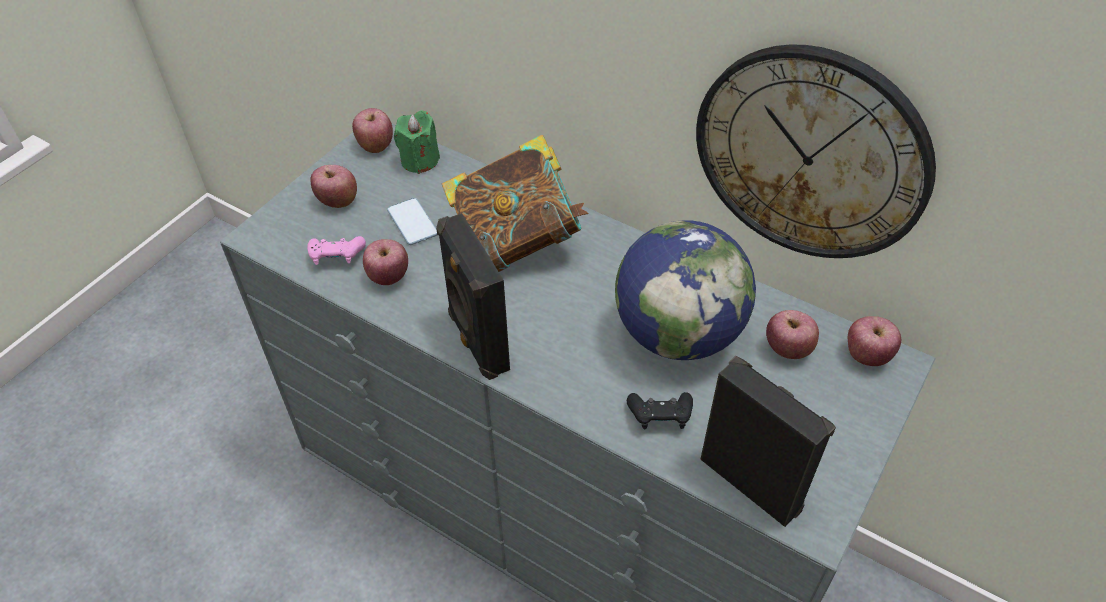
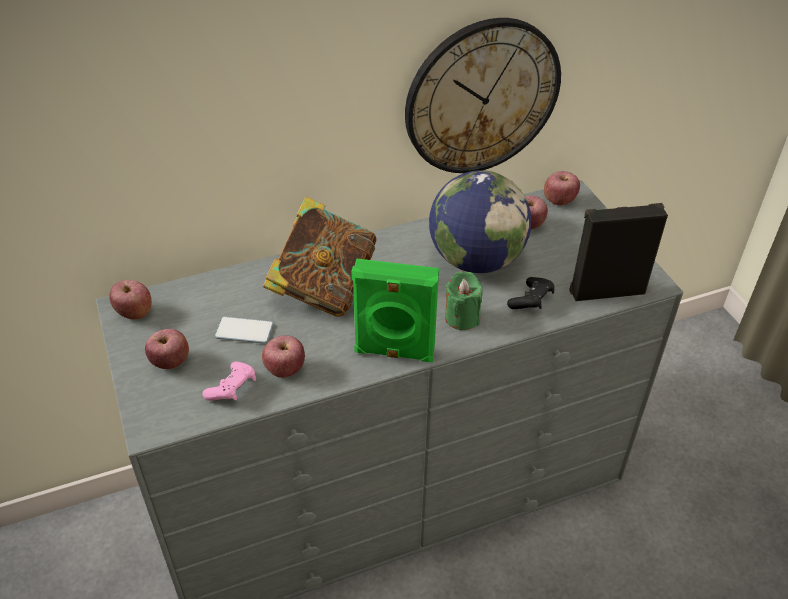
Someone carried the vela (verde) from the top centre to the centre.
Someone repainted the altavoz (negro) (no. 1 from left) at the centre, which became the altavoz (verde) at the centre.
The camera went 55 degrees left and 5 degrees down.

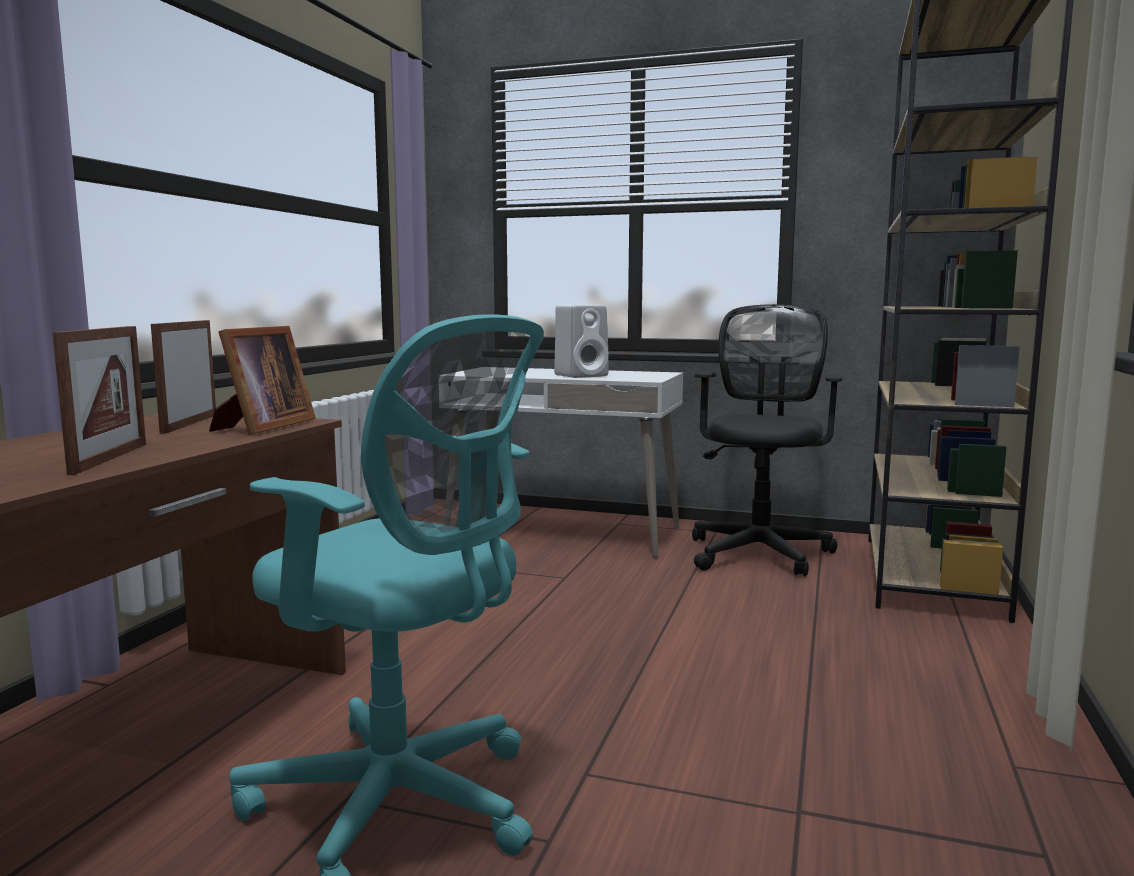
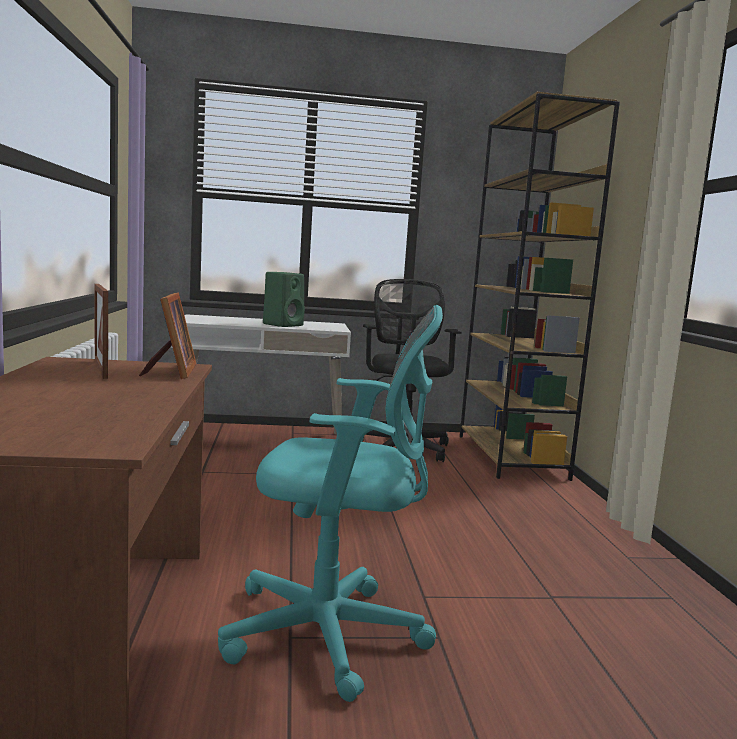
Someone took away the portarretratos (no. 1 from left) at the middle left.
Someone repainted the altavoz (blanco) at the centre, which became the altavoz (verde) at the centre.
The camera went 25 degrees left and 0 degrees up.

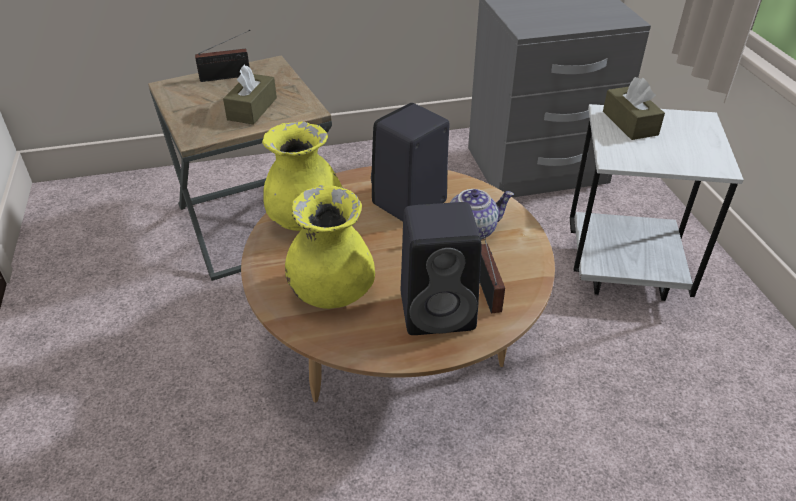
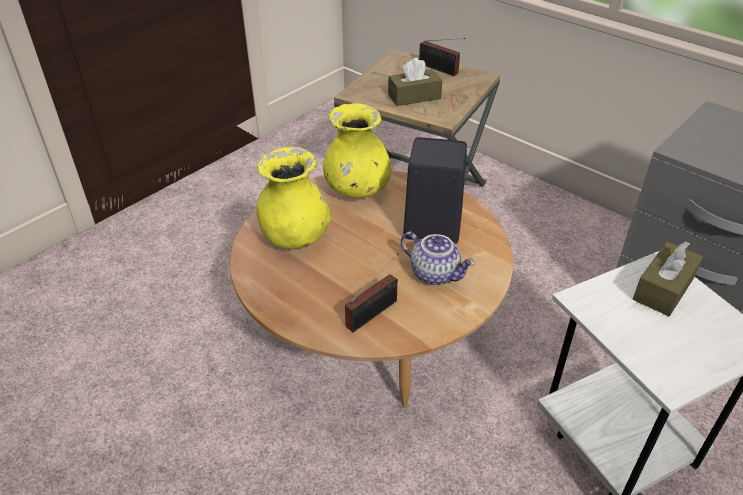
Someone took away the altavoz (negro) (no. 2 from left) at the centre.
The camera went 55 degrees right and 0 degrees up.

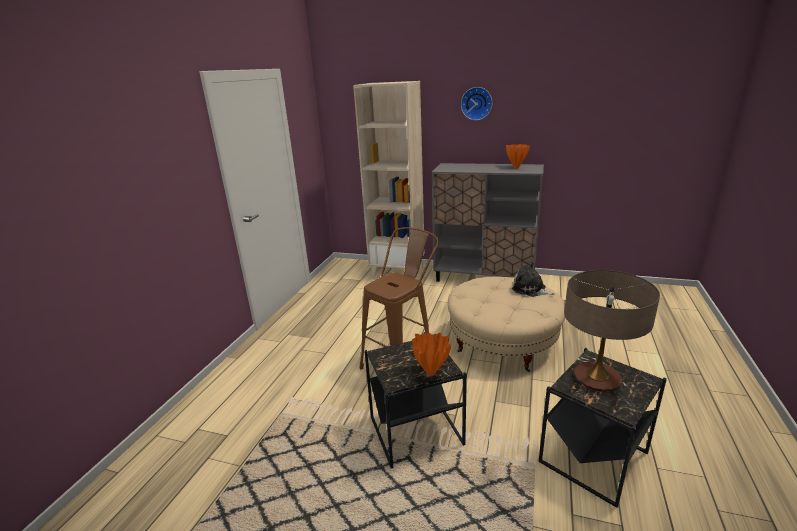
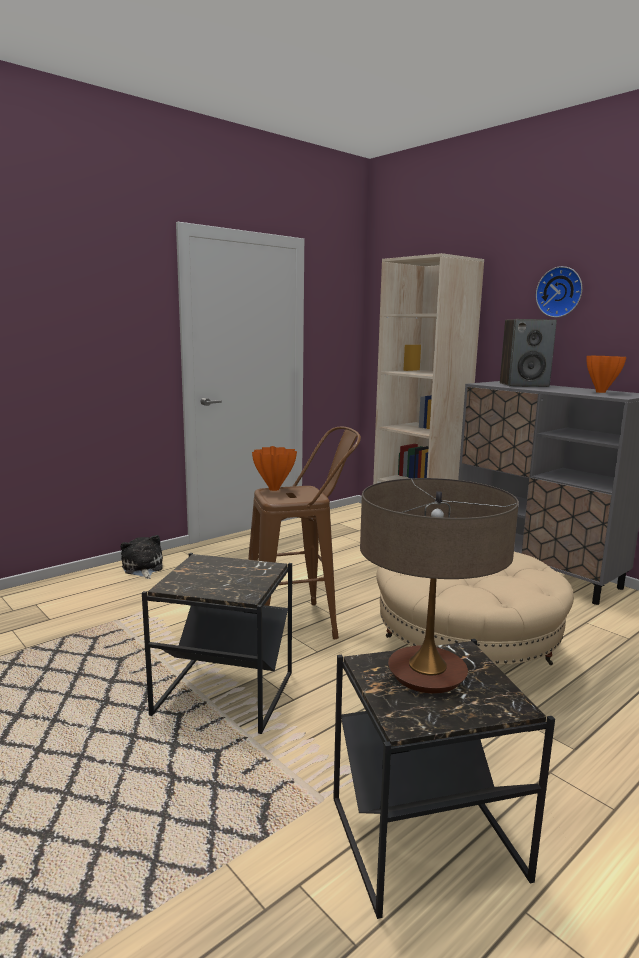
Someone carried the florero (naranja) (no. 1 from left) from the bottom centre to the centre.
Someone carried the peluche from the middle right to the middle left.
Someone put down the altavoz at the middle right.
The camera went 30 degrees right and 10 degrees down.

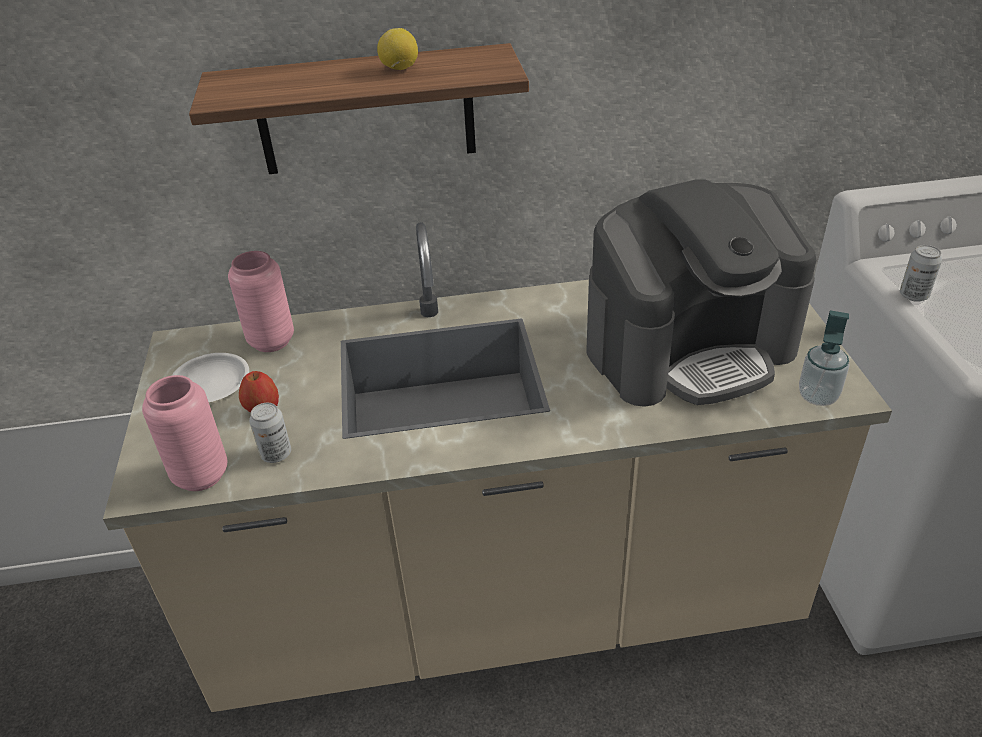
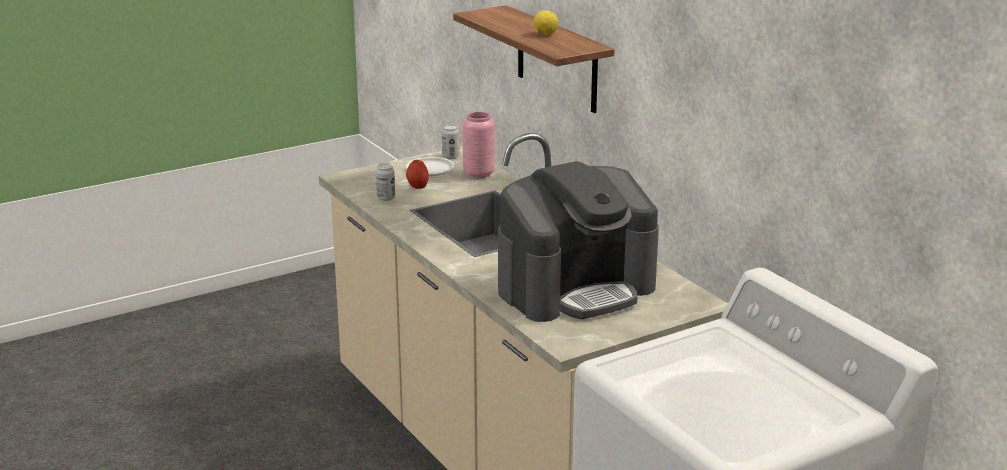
Someone took away the florero (rosa) (no. 1 from left) at the middle left.
Someone rotated the cafetera at the middle right by 75 degrees counterclockwise.
Someone took away the dispensador de jabón at the middle right.
Someone carried the lata (no. 2 from left) from the middle right to the top centre.
The camera went 65 degrees right and 15 degrees down.

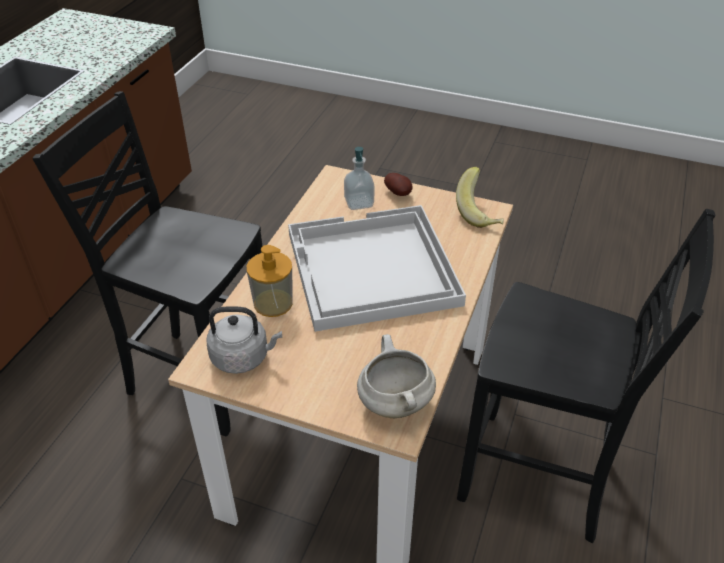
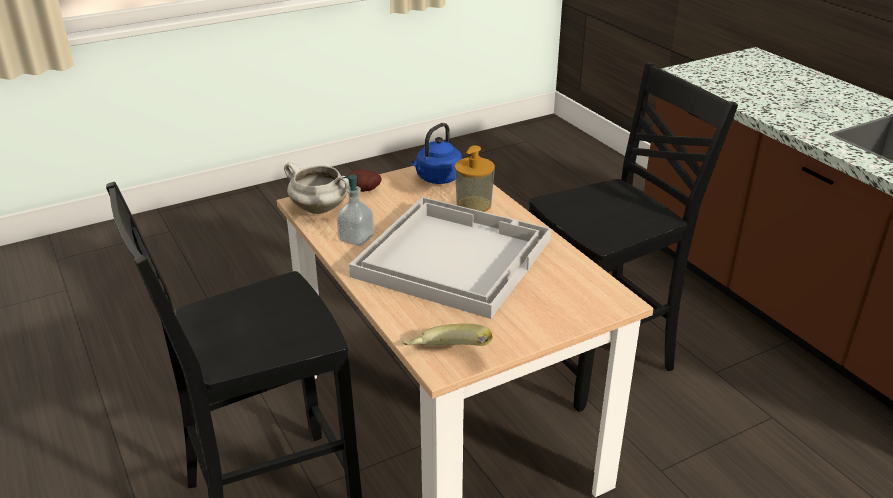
Someone repainted the hervidor (gris) at the centre, which became the hervidor (azul) at the top centre.
Someone carried the dispensador de jabón (no. 2 from left in the first image) from the top centre to the centre.
Someone carried the patata from the top centre to the centre.
The camera went 130 degrees right and 10 degrees down.

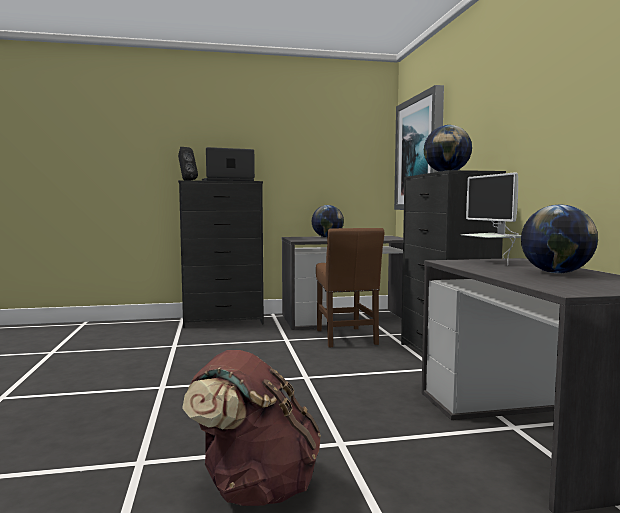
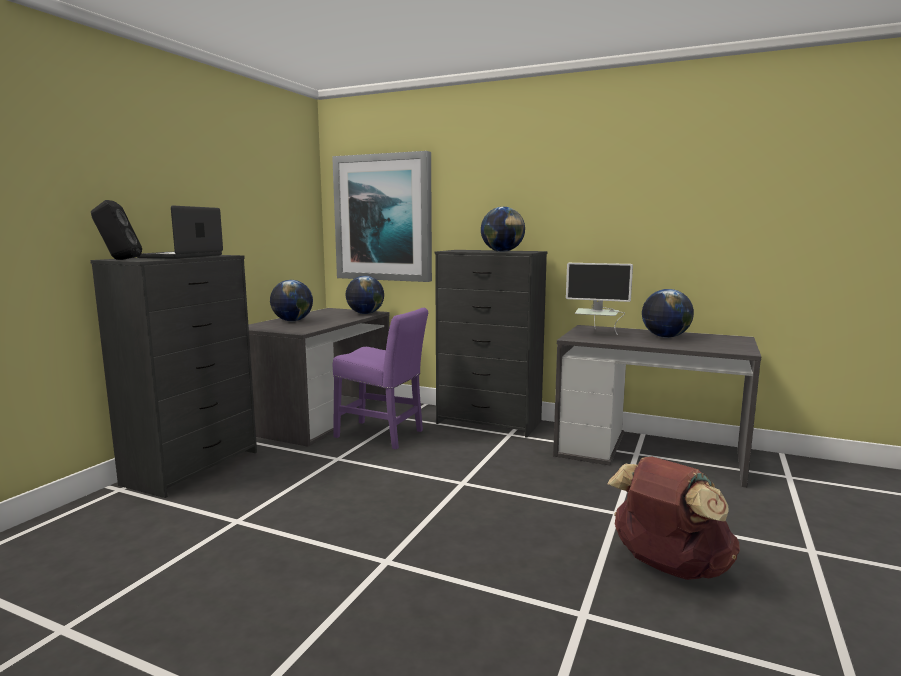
Someone repainted the silla (marrón) at the centre, which became the silla (morado) at the centre.
Someone put down the globo terráqueo (no. 2 from left) at the centre.
The camera went 55 degrees left and 5 degrees up.

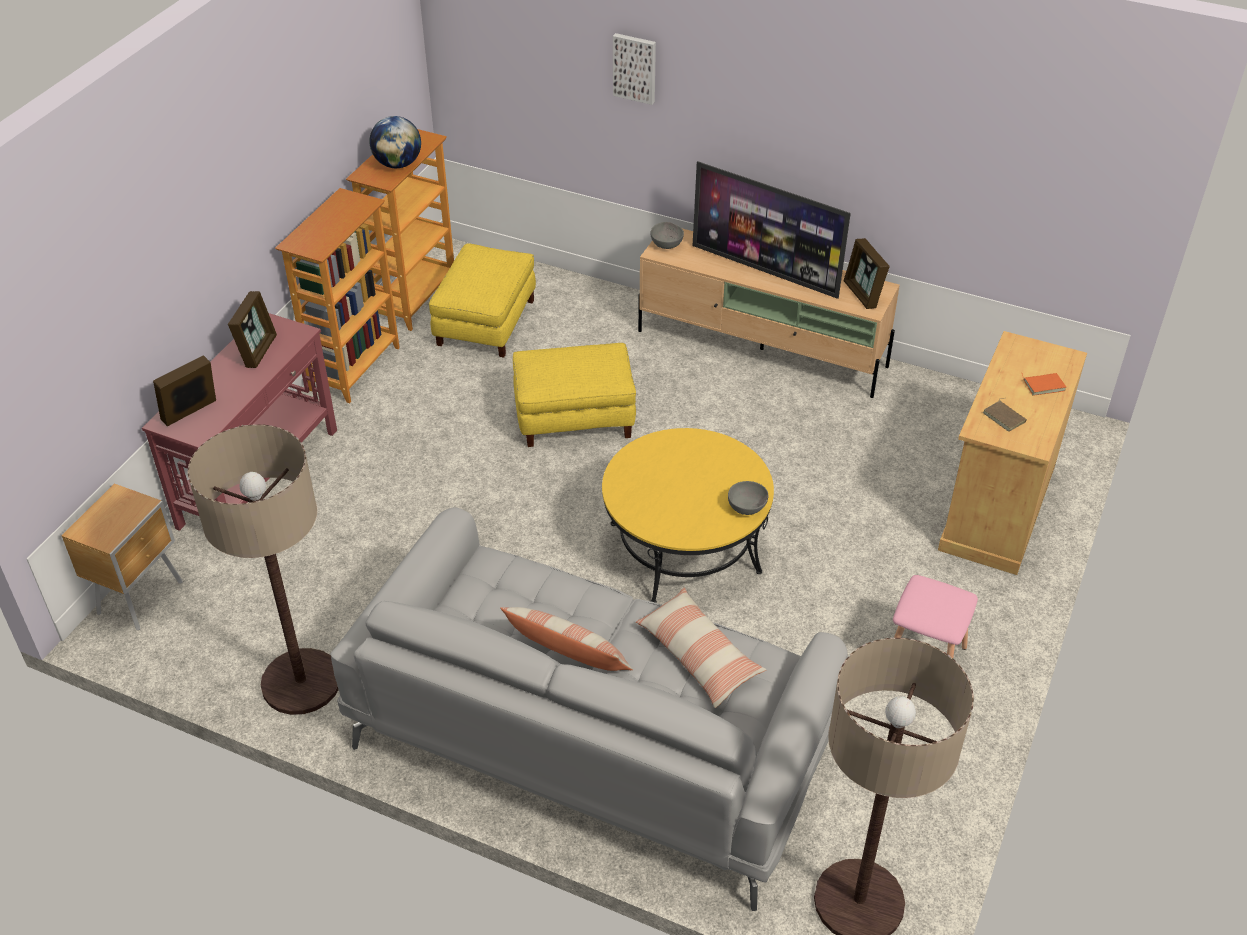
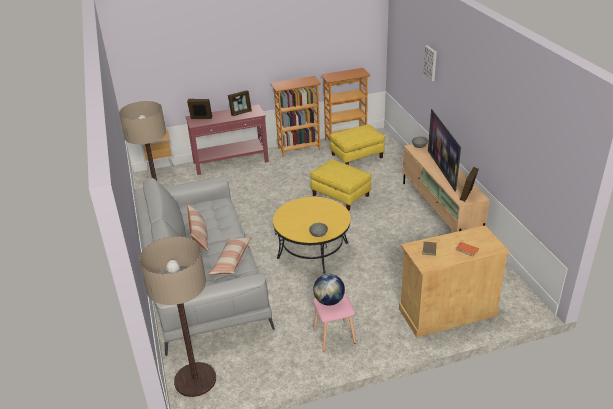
Someone carried the globo terráqueo from the top left to the bottom centre.
The camera went 50 degrees right and 10 degrees down.

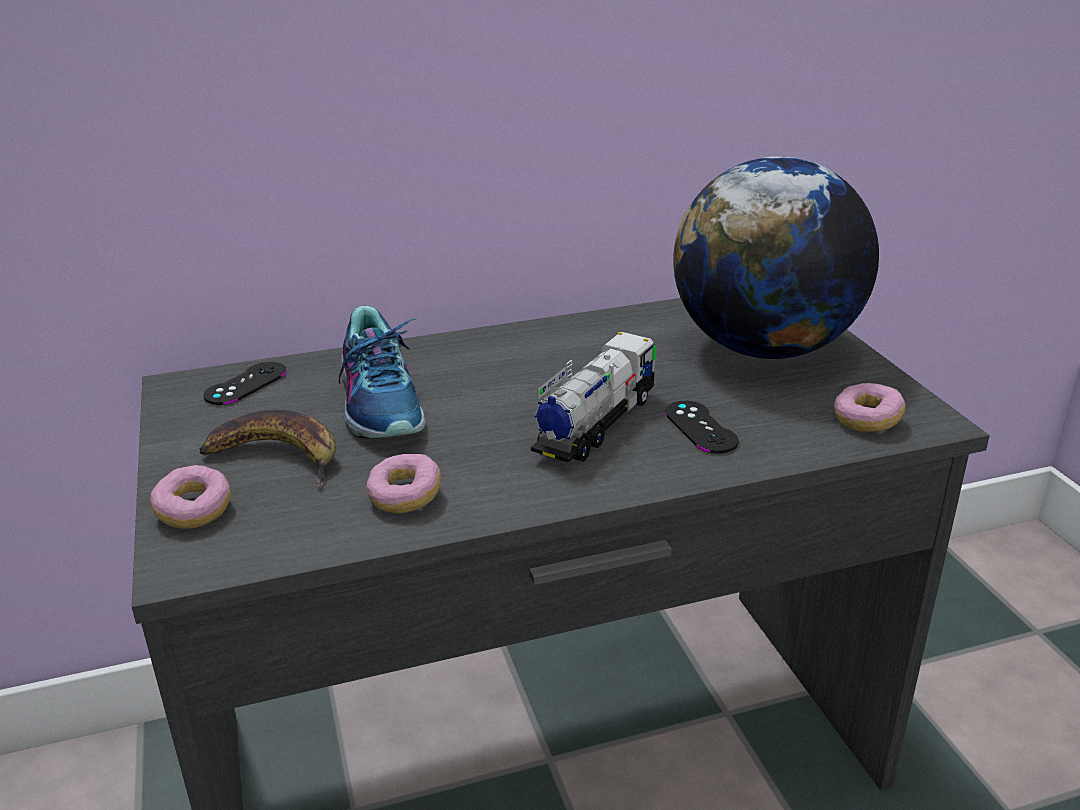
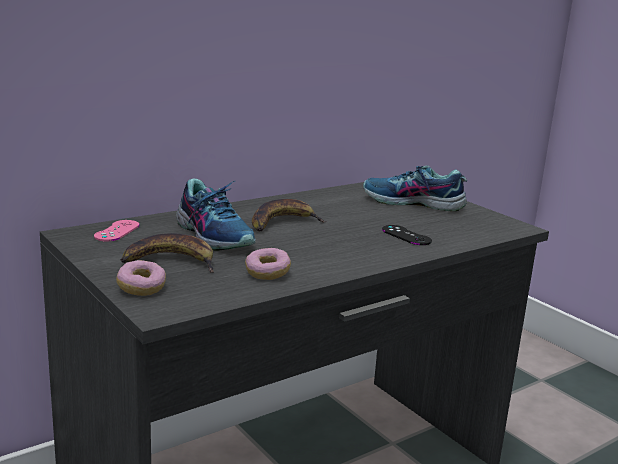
Someone repainted the mando de consola (negro) (no. 1 from left) at the middle left, which became the mando de consola (rosa) at the middle left.
Someone took away the camión de juguete at the centre.
Someone swapped the globo terráqueo at the top right for the zapato (no. 2 from left) at the middle right.
Someone took away the rosquilla (no. 3 from left) at the middle right.
Someone put down the plátano (no. 2 from left) at the centre.
The camera went 20 degrees left and 10 degrees down.

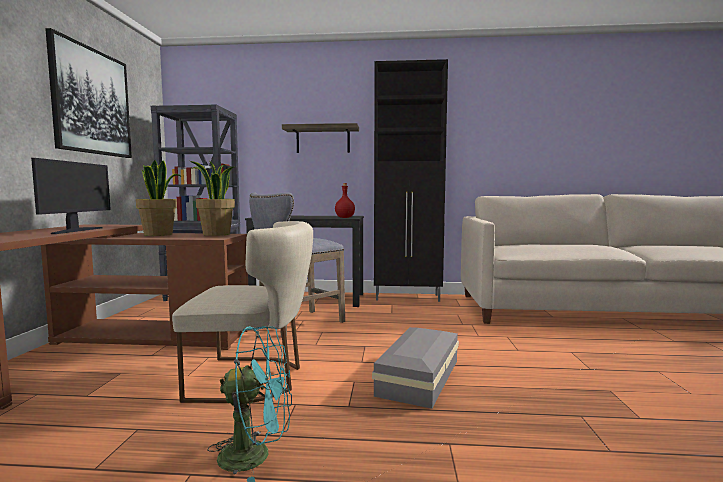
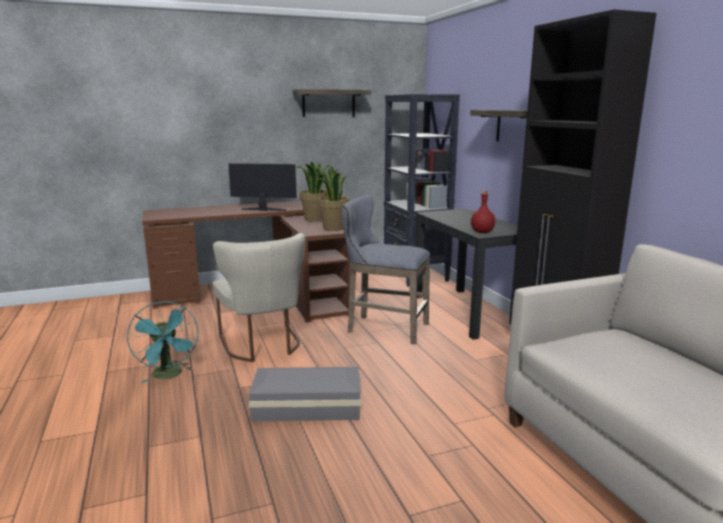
Someone rotated the monitor at the middle left by 150 degrees counterclockwise.
Someone swapped the cuadro at the top left for the estante (no. 1 from left) at the top centre.
The camera went 65 degrees right and 10 degrees up.

